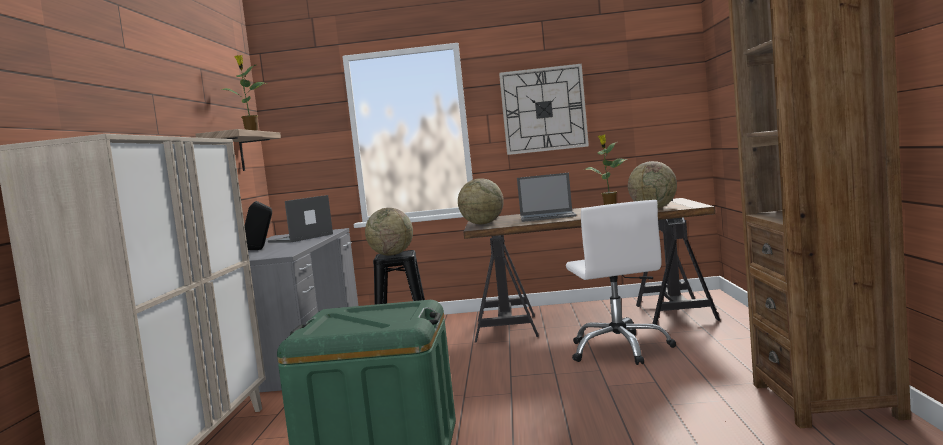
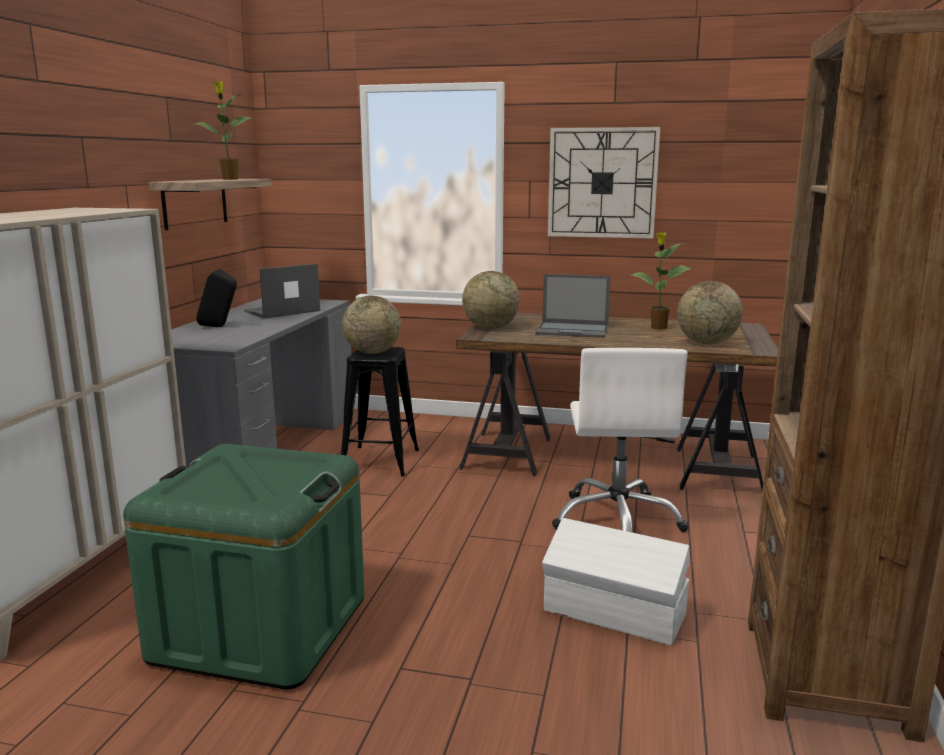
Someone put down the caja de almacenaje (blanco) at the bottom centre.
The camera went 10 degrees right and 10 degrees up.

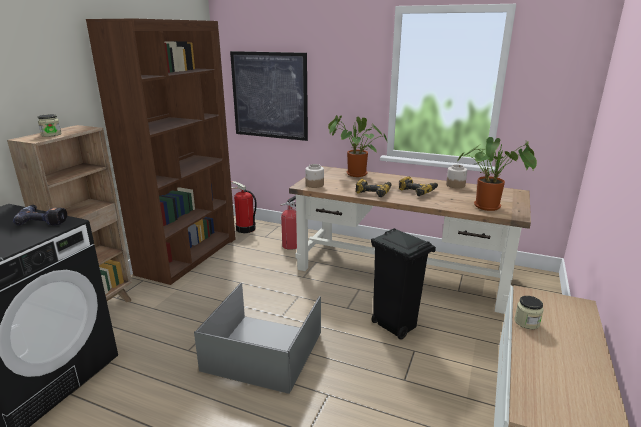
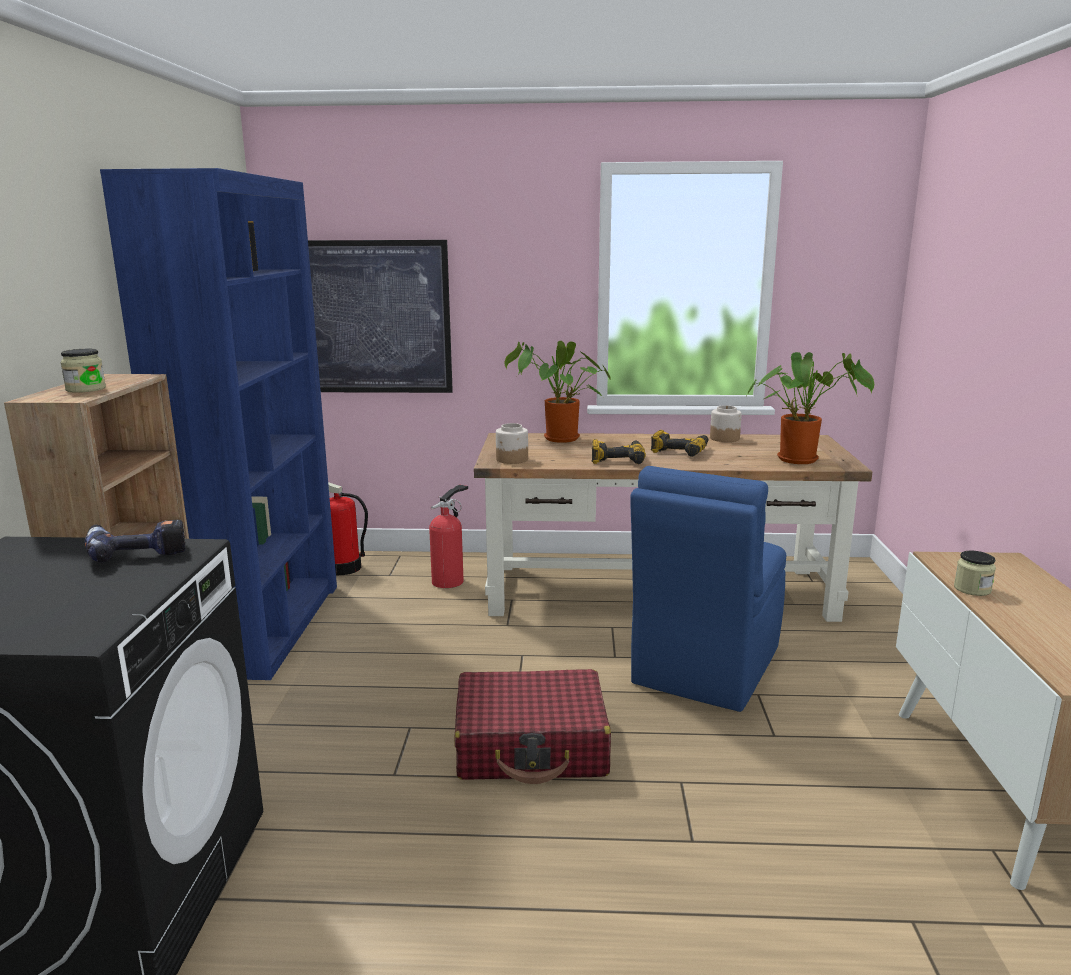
Someone repainted the estantería (marrón) (no. 2 from left) at the middle left, which became the estantería (azul) at the middle left.
Someone swapped the caja de almacenaje (gris) at the bottom centre for the maleta (rojo) at the bottom centre.
Someone swapped the papelera (negro) at the centre for the silla (azul) at the centre.
The camera went 20 degrees left and 5 degrees down.

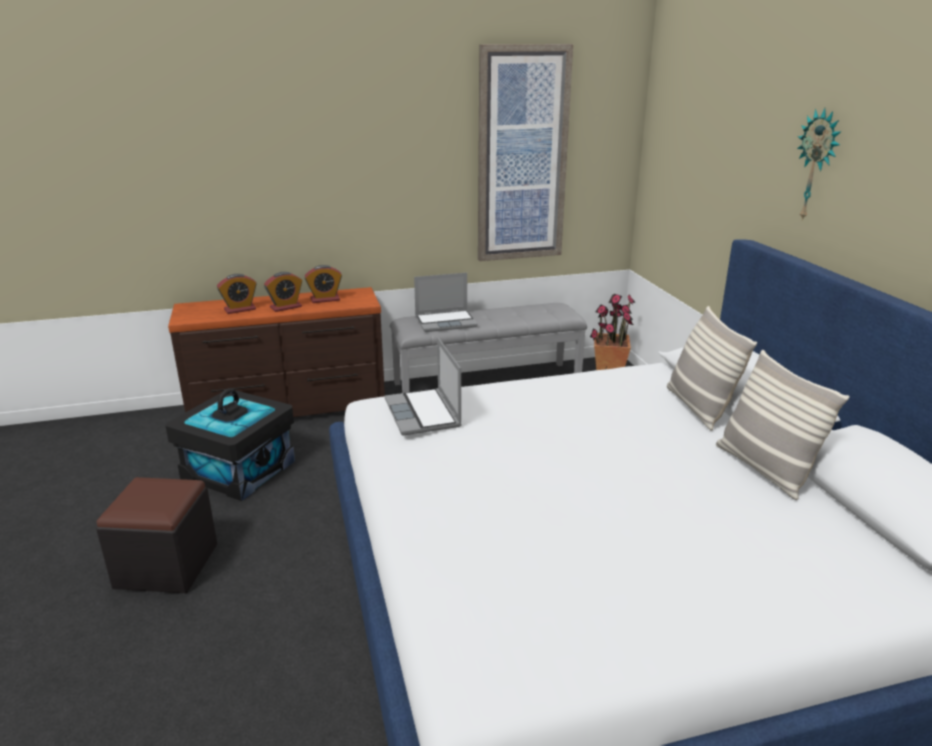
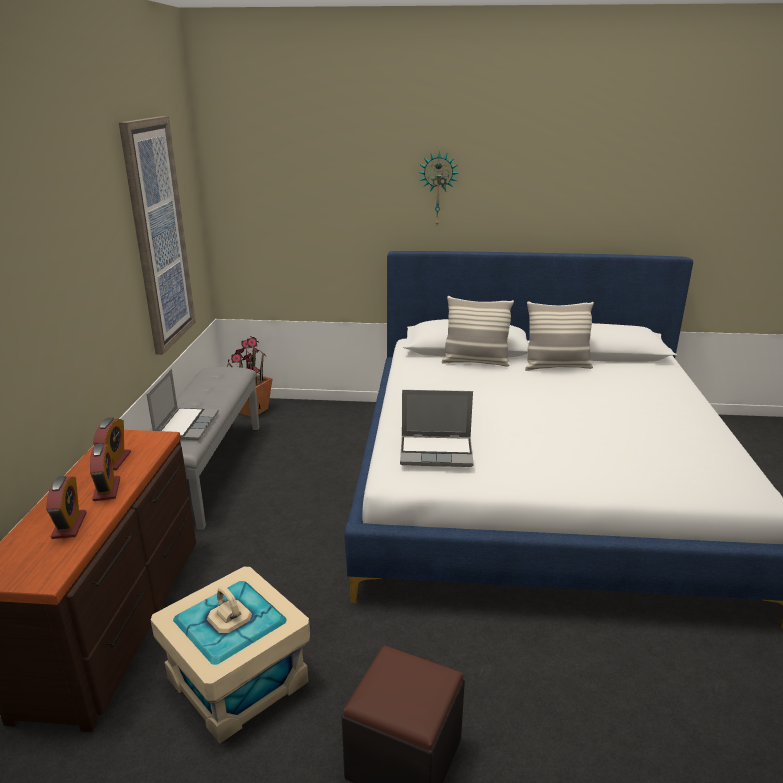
Someone repainted the caja de almacenaje (negro) at the middle left, which became the caja de almacenaje (beis) at the bottom left.
The camera went 70 degrees left and 0 degrees up.

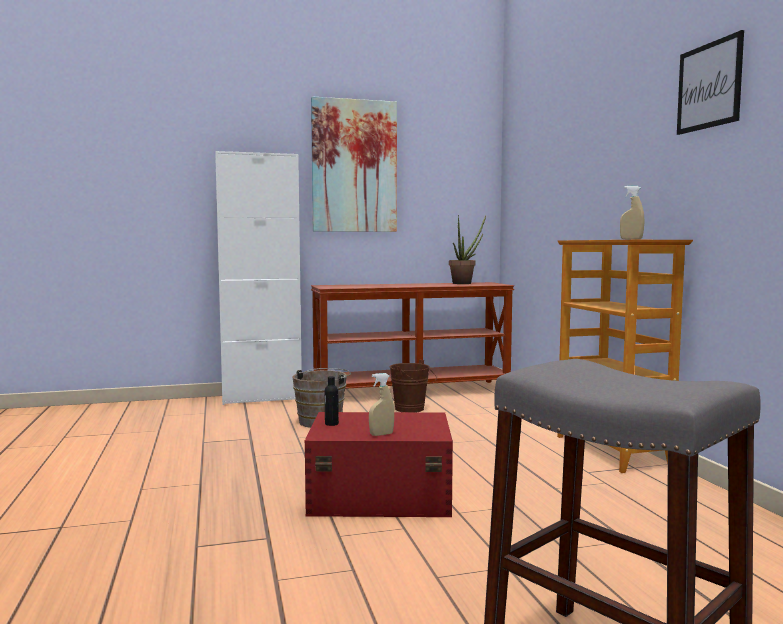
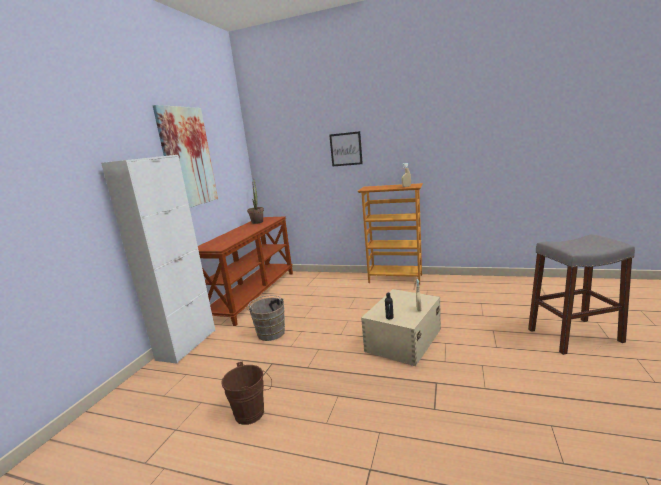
Someone repainted the caja de almacenaje (rojo) at the bottom centre, which became the caja de almacenaje (beis) at the bottom centre.
Someone carried the cubo (marrón) (no. 2 from left in the first image) from the centre to the bottom centre.
Someone carried the cuadro (no. 2 from left) from the top right to the top centre.
The camera went 55 degrees left and 10 degrees up.

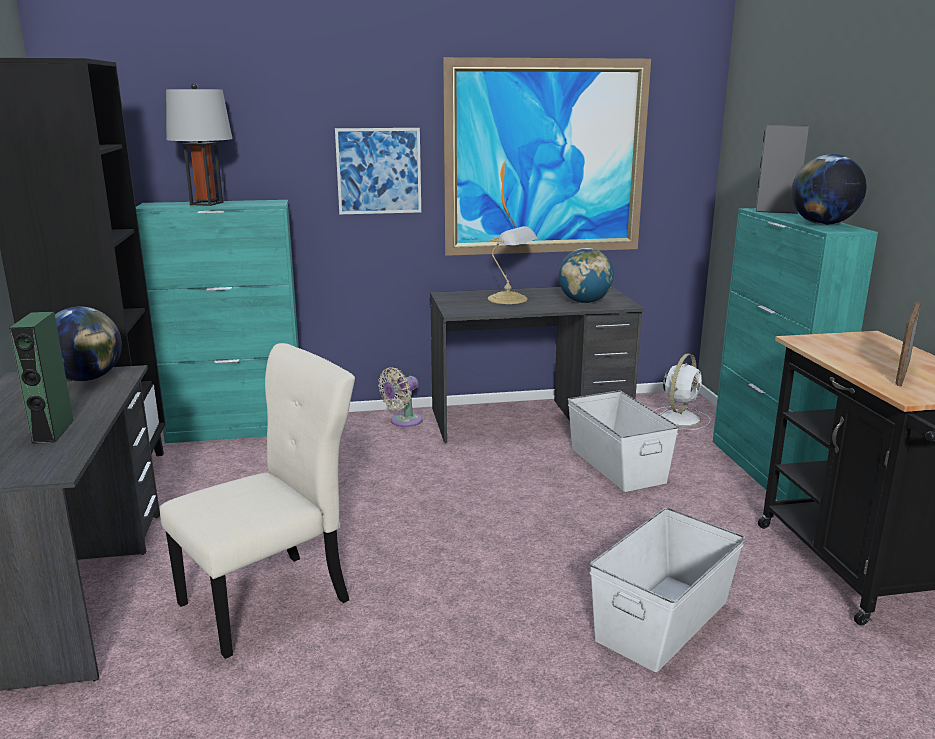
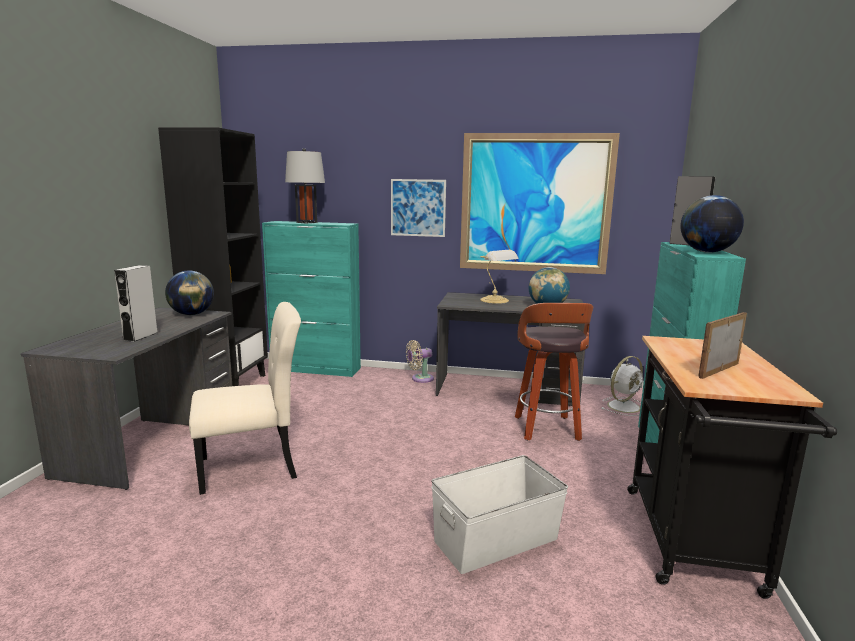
Someone repainted the altavoz (verde) at the middle left, which became the altavoz (gris) (no. 1 from left) at the middle left.
Someone swapped the caja de almacenaje (blanco) (no. 1 from left) at the centre for the taburete at the centre.
The camera went 20 degrees right and 5 degrees down.

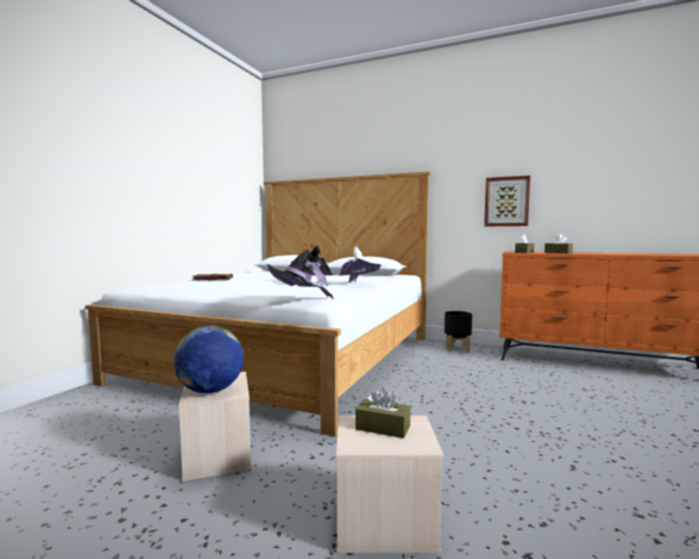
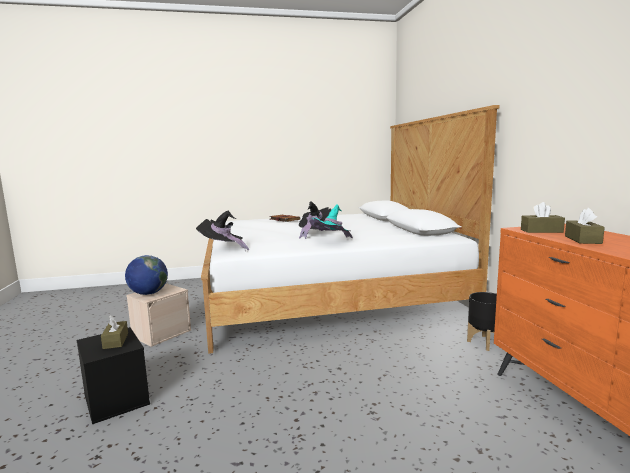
Someone repainted the caja de almacenaje (beis) (no. 2 from left) at the bottom centre, which became the caja de almacenaje (negro) at the bottom left.
Someone repainted the sombrero (blanco) at the centre, which became the sombrero (turquesa) at the centre.
Someone took away the cuadro at the middle right.
The camera went 55 degrees right and 5 degrees up.

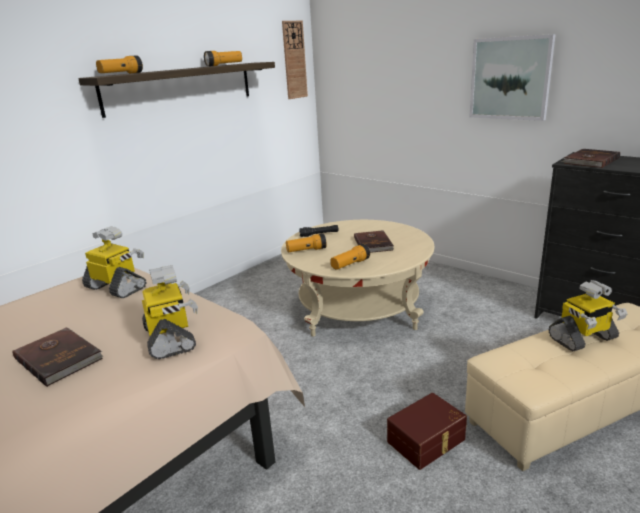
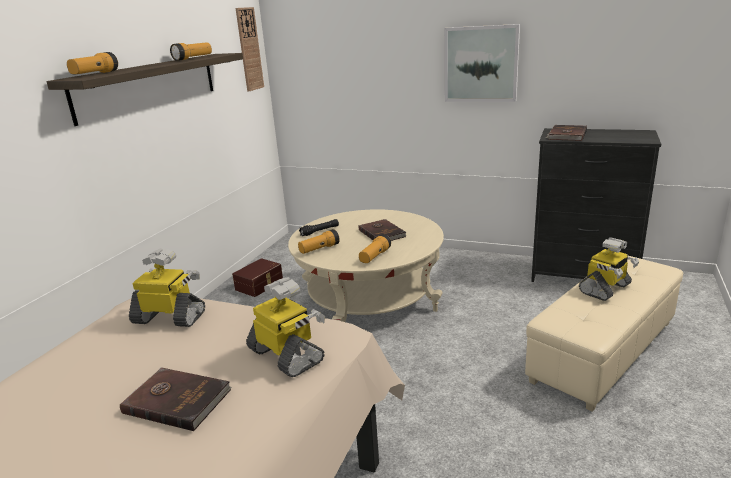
Someone carried the caja de almacenaje (marrón) from the bottom right to the centre.
The camera went 20 degrees left and 0 degrees up.

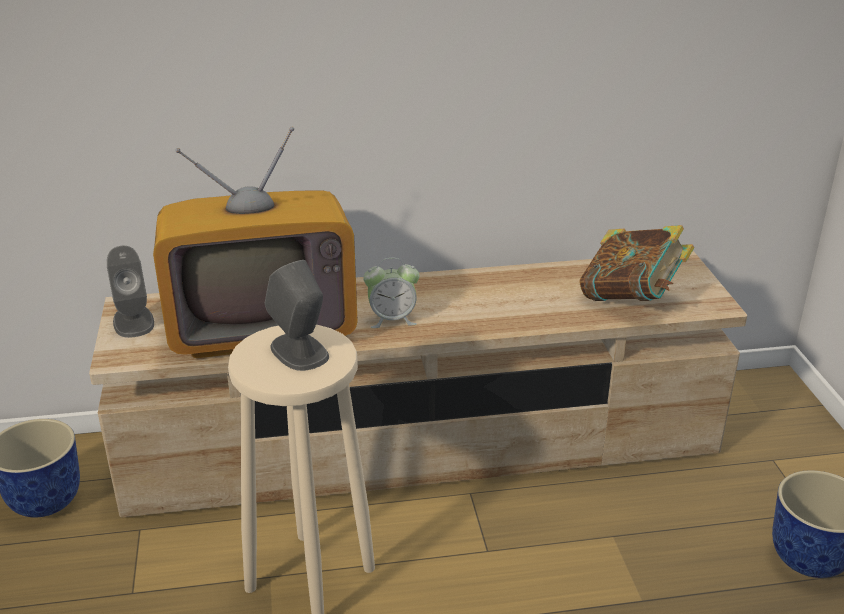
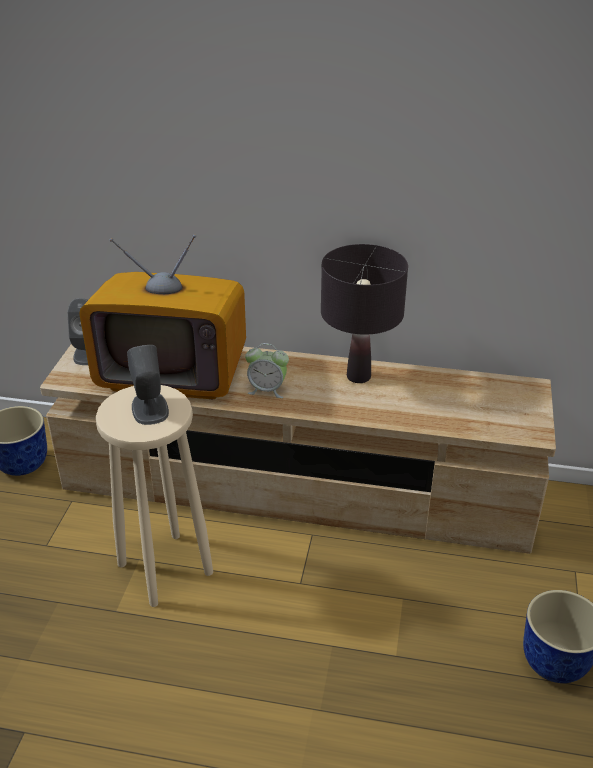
Someone took away the libro at the middle right.
Someone put down the lámpara de mesa (negro) at the centre.
The camera went 20 degrees right and 5 degrees up.

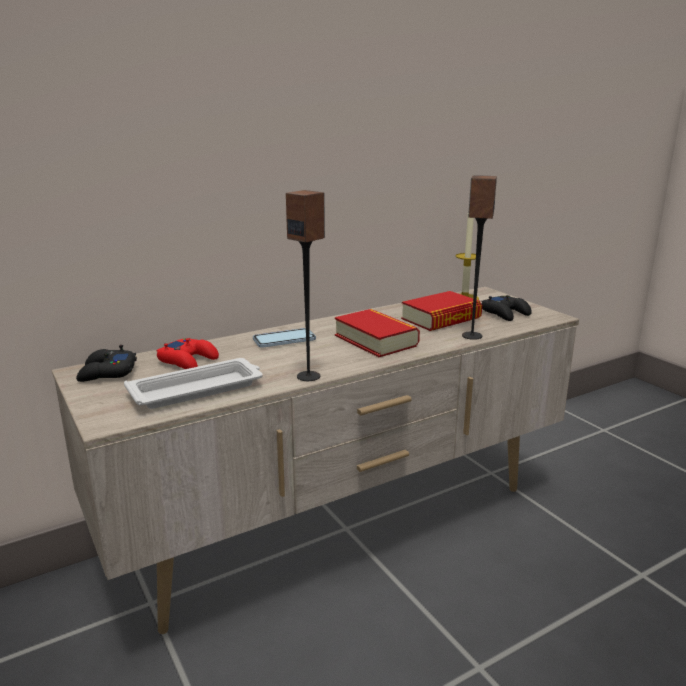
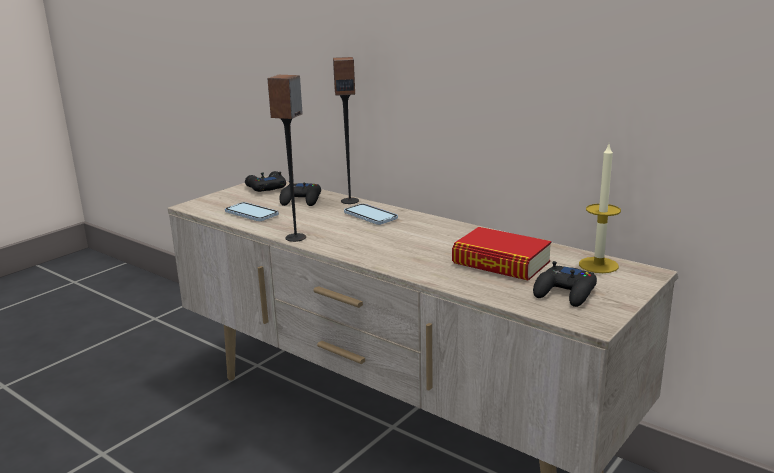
Someone swapped the bandeja (blanco) at the middle left for the móvil (no. 1 from left) at the middle left.
Someone repainted the mando de consola (rojo) at the middle left, which became the mando de consola (negro) (no. 2 from left) at the centre.
Someone took away the libro (no. 1 from left) at the centre.
Someone carried the altavoz (no. 2 from left) from the middle right to the top centre.
The camera went 70 degrees right and 0 degrees up.

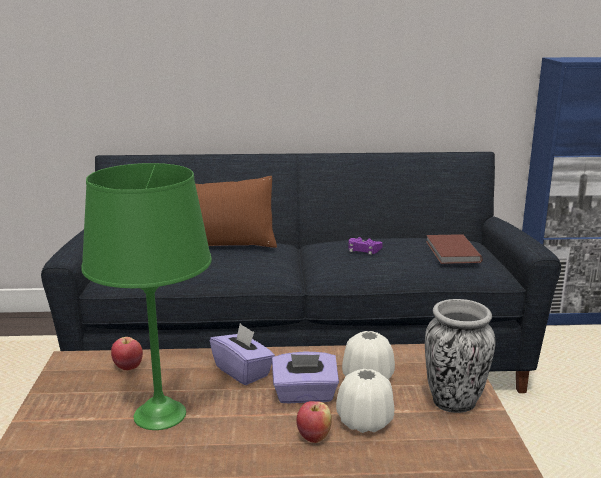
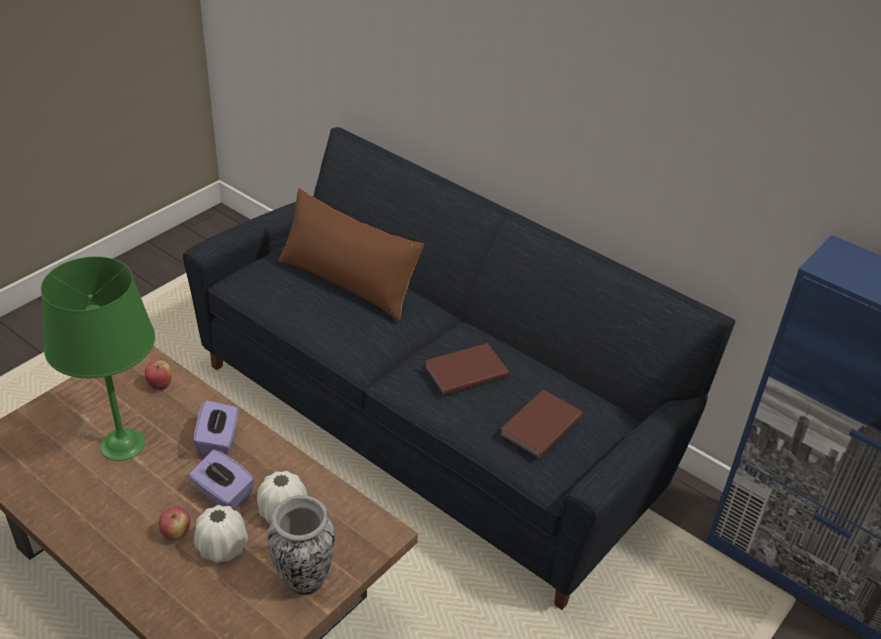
Someone swapped the mando de consola (morado) at the centre for the libro (marrón) (no. 1 from left) at the centre.
The camera went 40 degrees right and 20 degrees up.

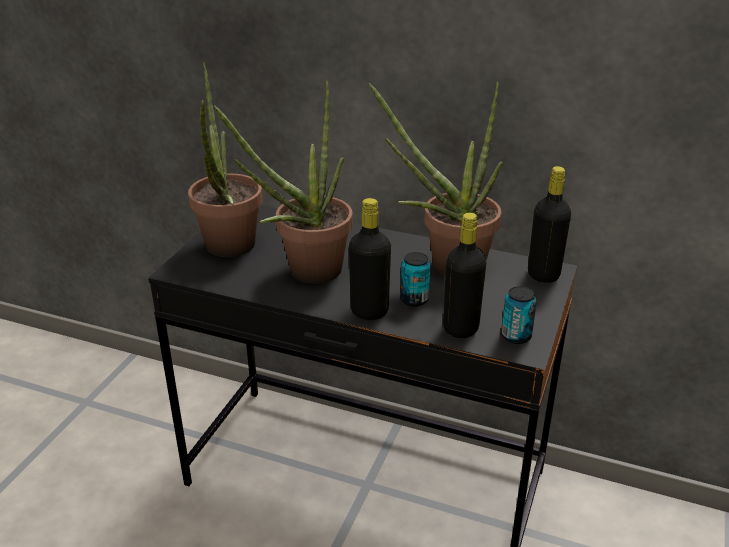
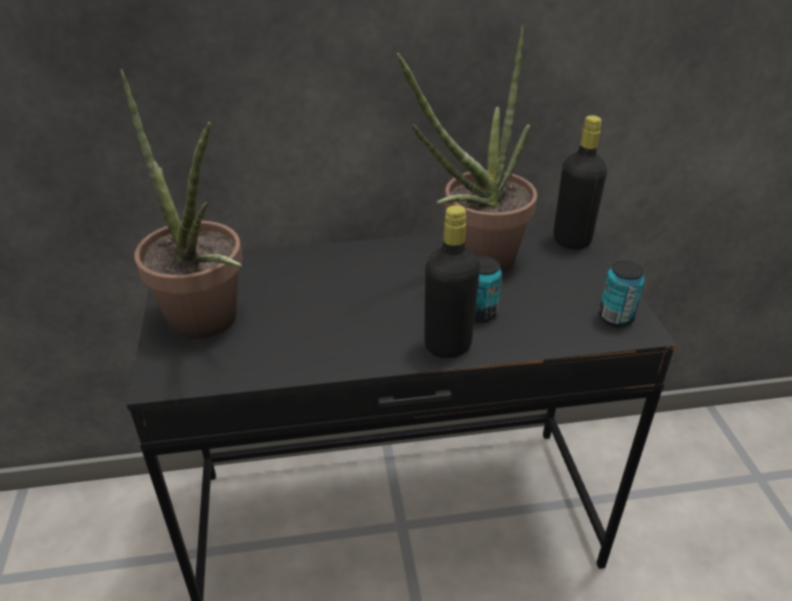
Someone took away the planta en maceta (no. 2 from left) at the top centre.
Someone took away the botella (negro) (no. 2 from left) at the centre.
The camera went 30 degrees left and 5 degrees up.

